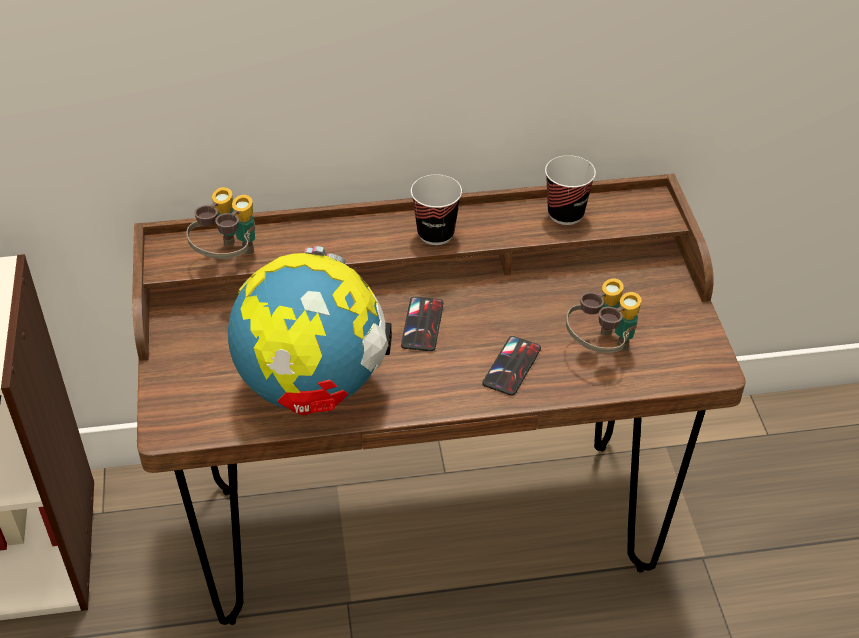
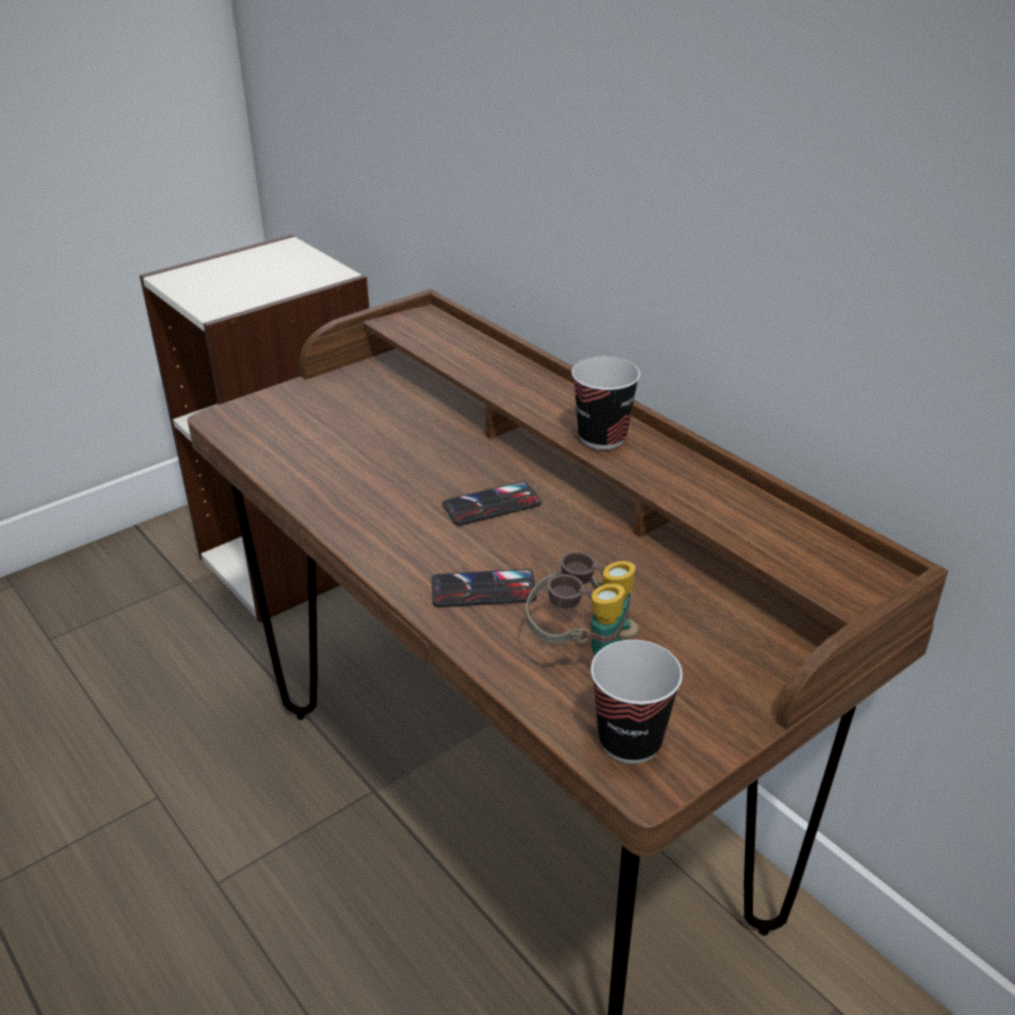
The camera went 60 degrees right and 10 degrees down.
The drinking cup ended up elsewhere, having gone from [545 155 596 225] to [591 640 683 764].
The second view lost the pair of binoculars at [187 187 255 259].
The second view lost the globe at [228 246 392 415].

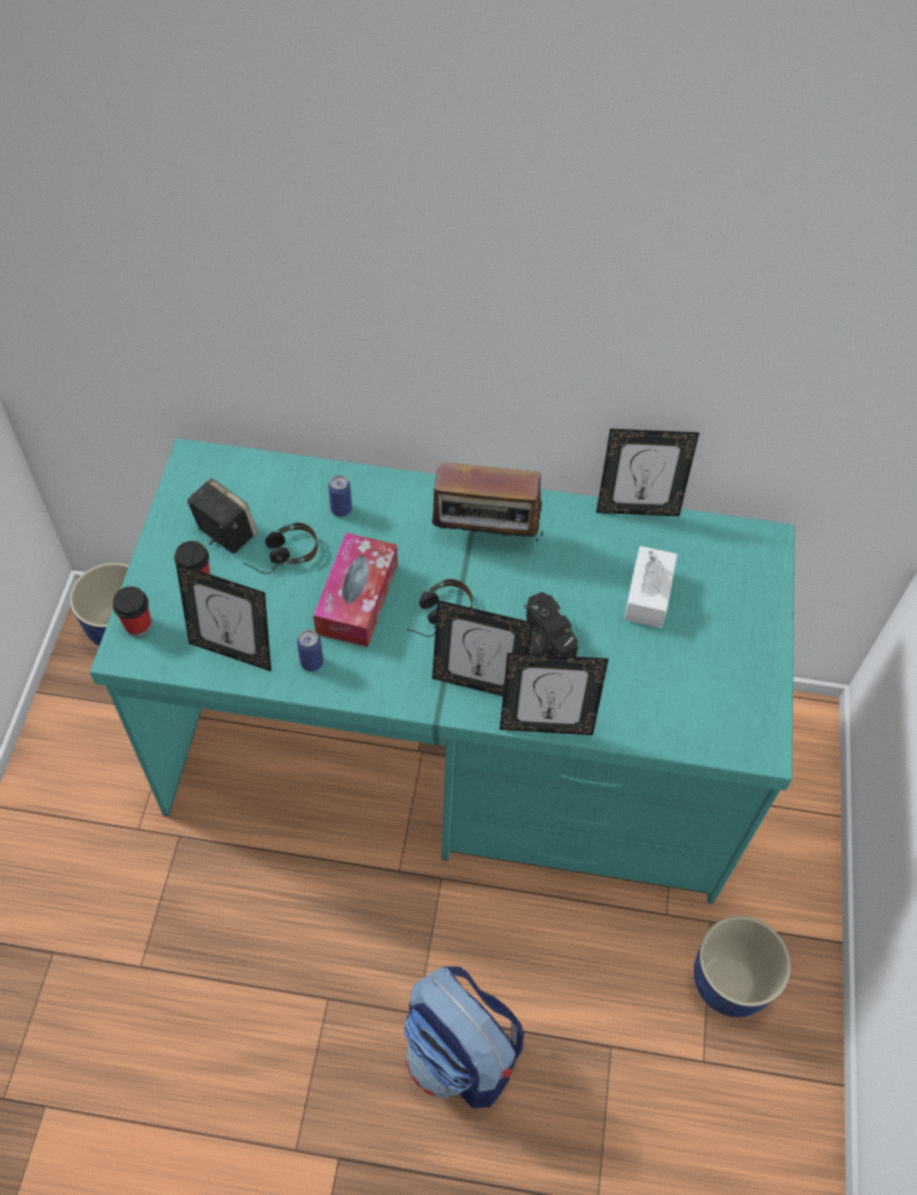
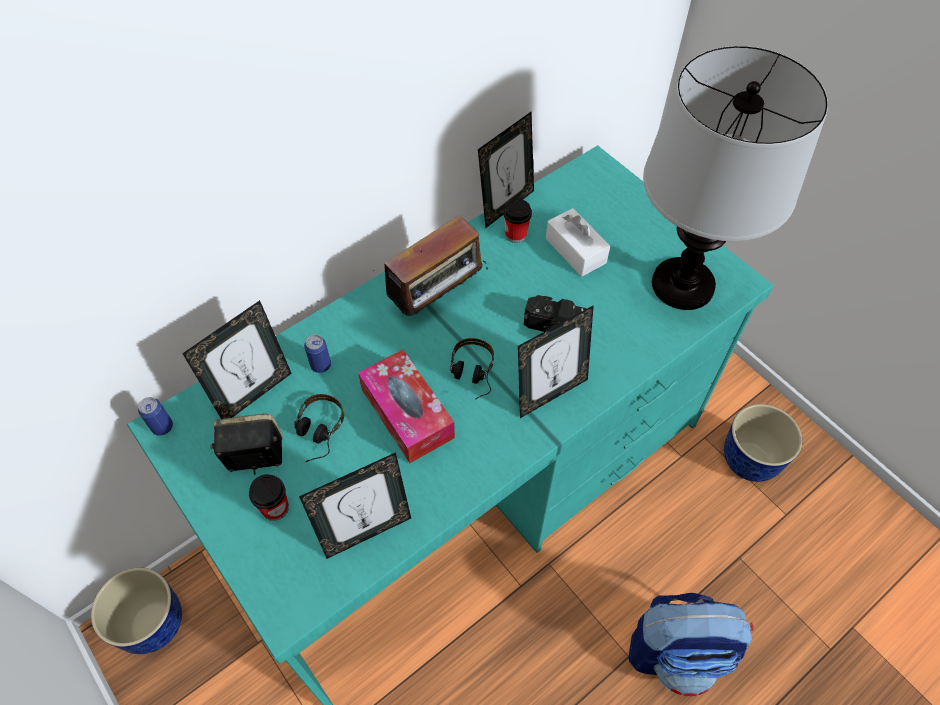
The camera went 45 degrees left and 0 degrees up.
The drinking cup ended up elsewhere, having gone from [113 586 152 636] to [503 199 532 243].
The metal can ended up elsewhere, having gone from [297 630 323 671] to [138 397 173 436].
The picture frame ended up elsewhere, having gone from [499 653 609 735] to [182 300 292 419].
The second view gained the tabletop lamp at [643 46 828 310].

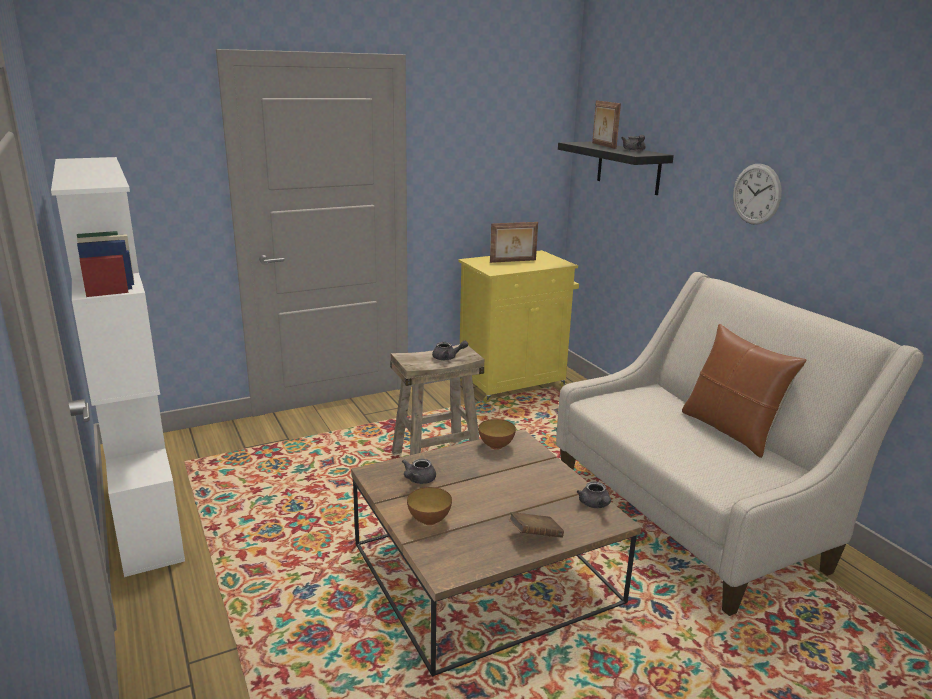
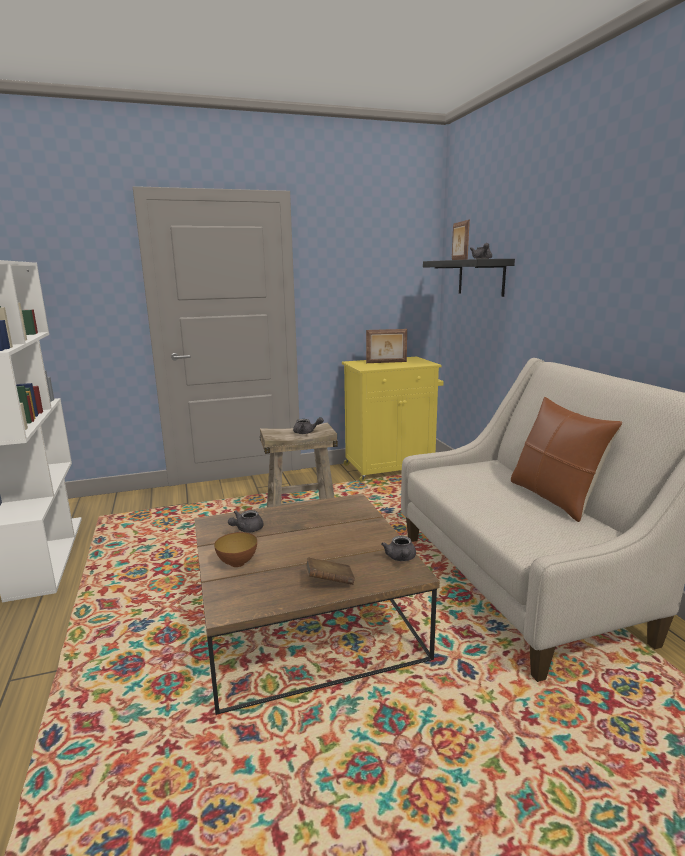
The camera went 10 degrees right and 5 degrees down.
The second view lost the clock on the wall at [733 164 782 225].
The second view lost the deep dish at [478 419 516 450].

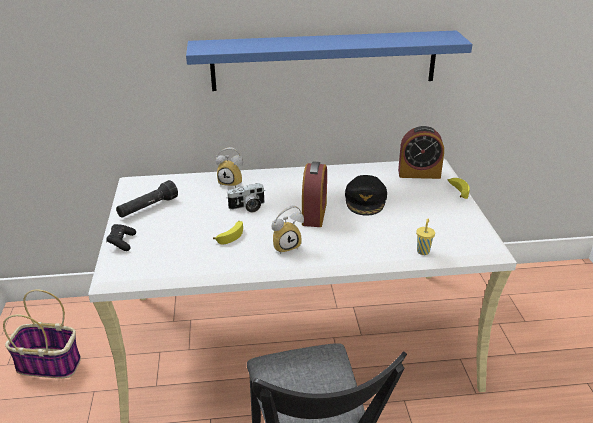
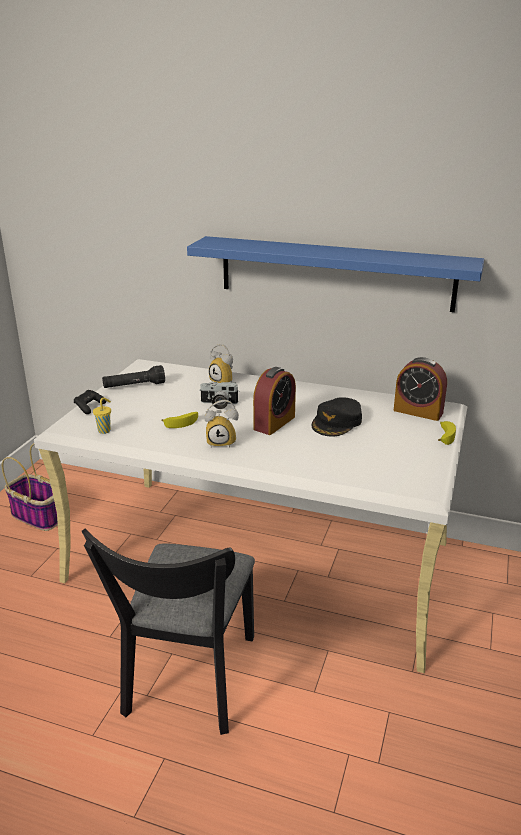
The camera went 25 degrees right and 5 degrees down.
The drinking cup (yellow-coloured) ended up elsewhere, having gone from [416 219 435 255] to [93 397 111 434].

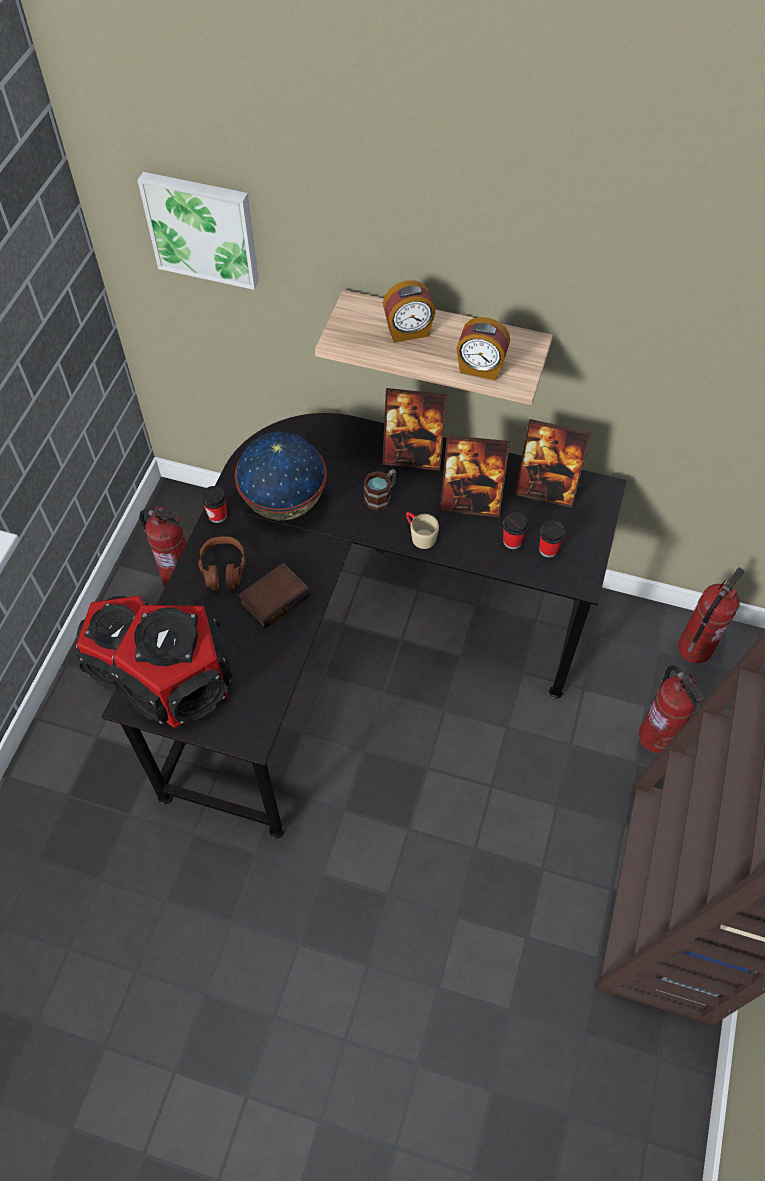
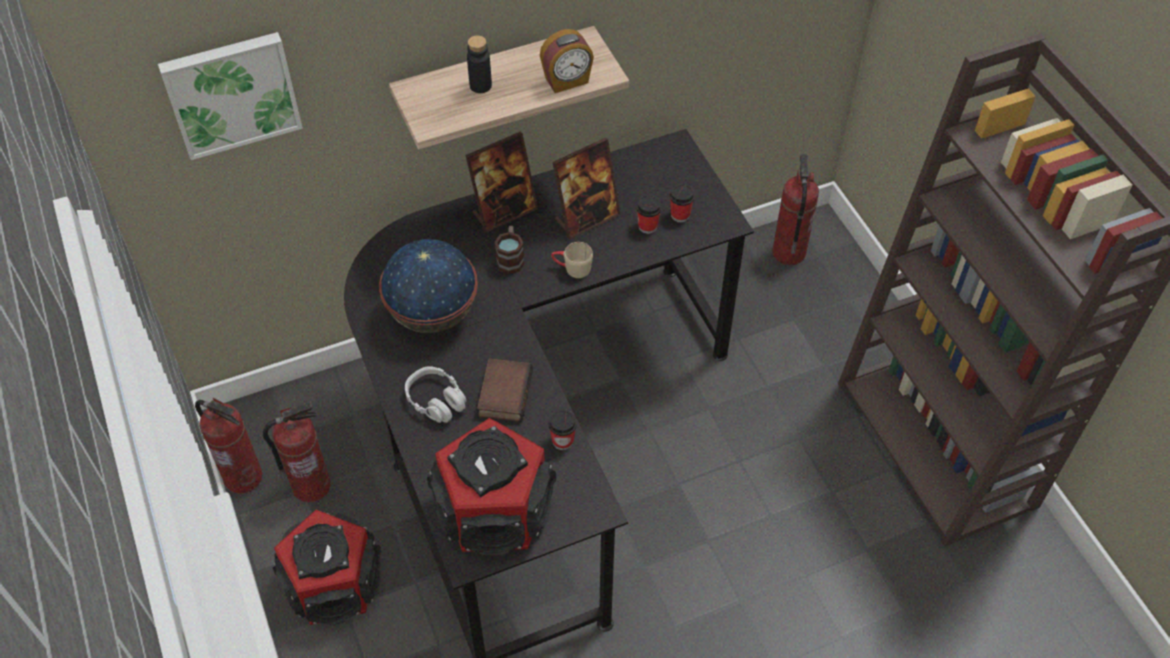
The camera went 40 degrees left and 5 degrees down.
Where the alarm clock stood at [383 280 435 343], the bottle (black-coloured) came to stand at [467 35 492 93].
The second view lost the picture frame at [514 419 591 508].
The drinking cup ended up elsewhere, having gone from [201 486 227 523] to [548 409 577 450].
What was the headset (brown-coloured) at [198 536 246 591] turned into the headset (greyish) at [405 367 467 423].
The fire extinguisher ended up elsewhere, having gone from [639 665 704 753] to [195 398 262 494].

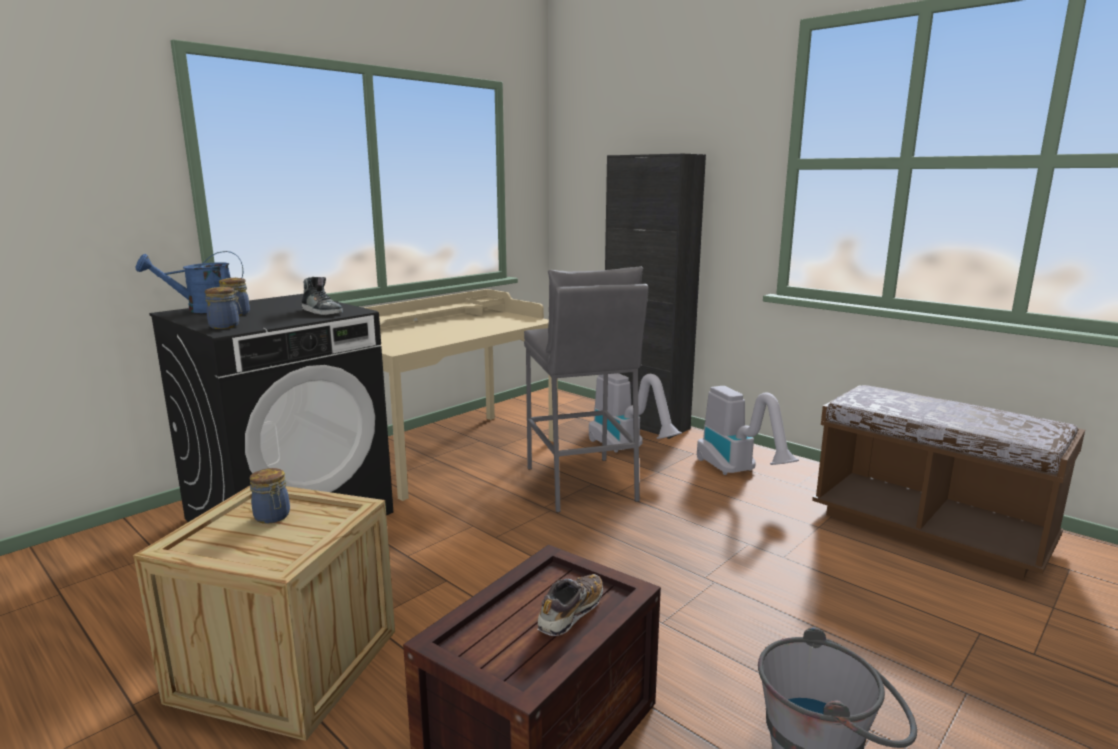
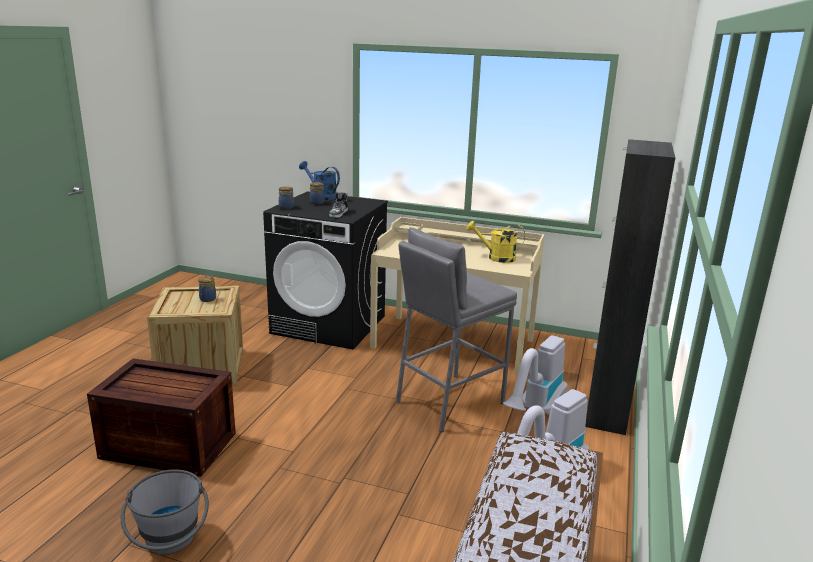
The camera went 65 degrees right and 5 degrees up.
The second view lost the item of footwear at [538 574 603 636].
The second view gained the sprinkling can (yellow-coloured) at [467 221 525 263].

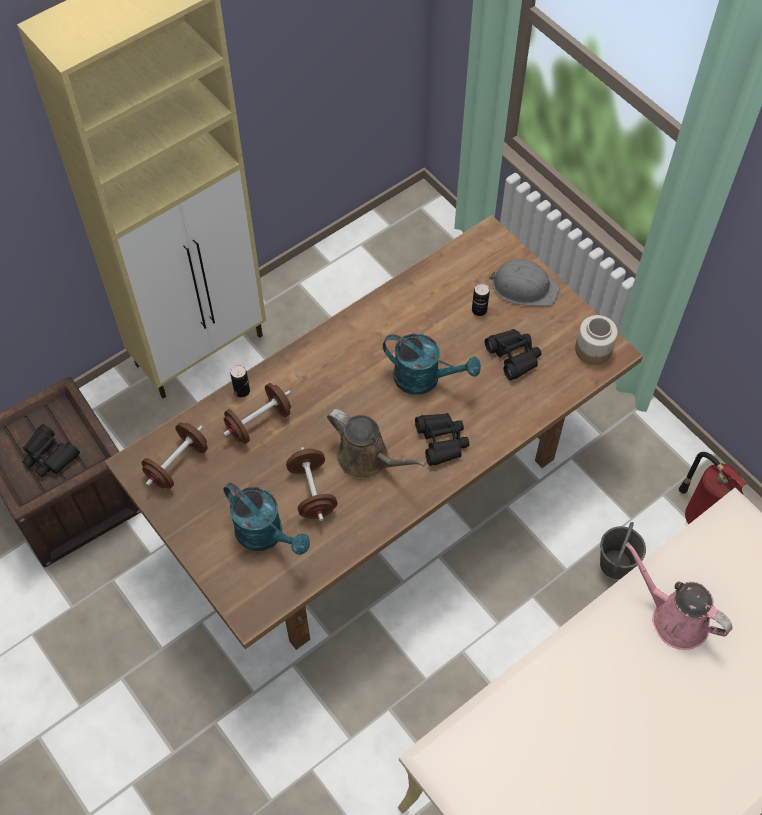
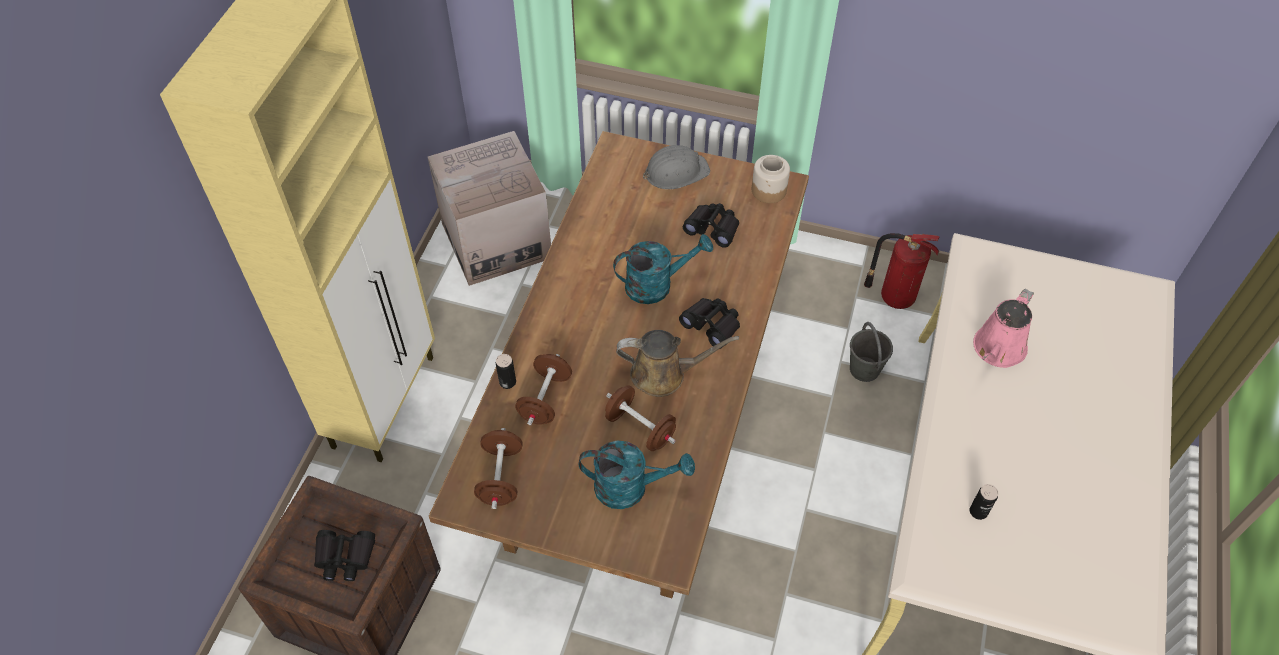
The camera went 35 degrees left and 5 degrees down.
The metal can ended up elsewhere, having gone from [472 283 490 316] to [970 484 998 520].
The sprinkling can (pinkish) at [626 542 732 650] ended up facing another way, 60 degrees counterclockwise from before.
The second view gained the carton at [428 131 551 286].

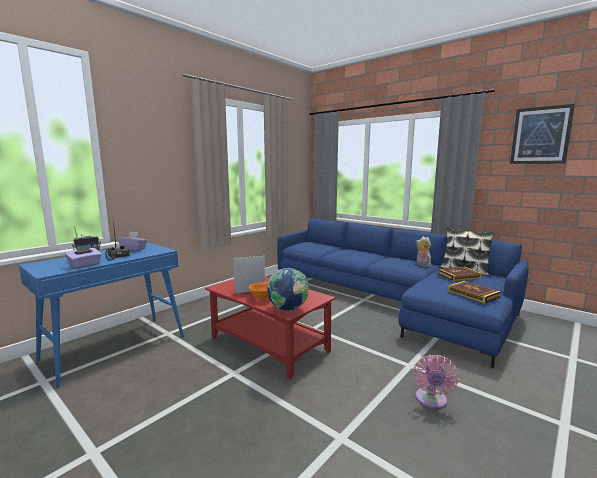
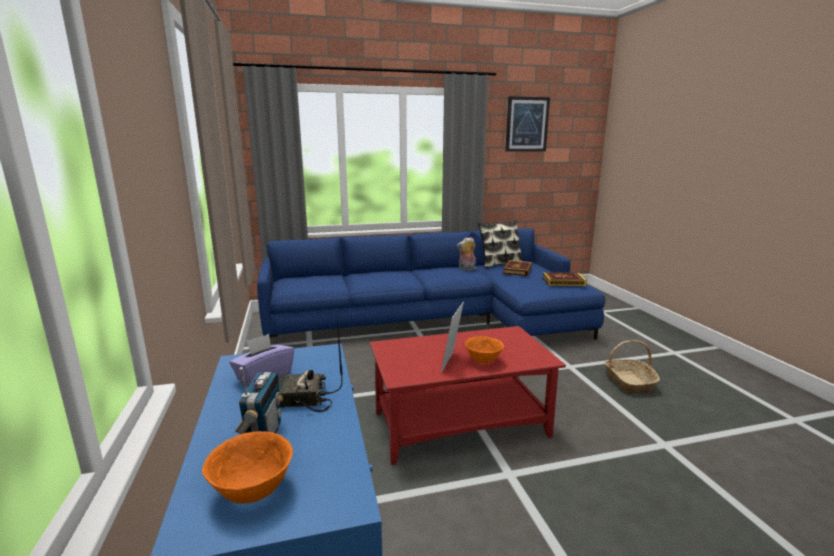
The camera went 55 degrees left and 5 degrees up.
The second view lost the tissue holder (purple) at [65 245 102 269].
The second view lost the globe at [268 268 308 311].
Where the electric fan (pinkish) stood at [413 355 459 409], the basket came to stand at [604 340 660 393].
The second view gained the deep dish (orange-coloured) at [202 431 293 504].

